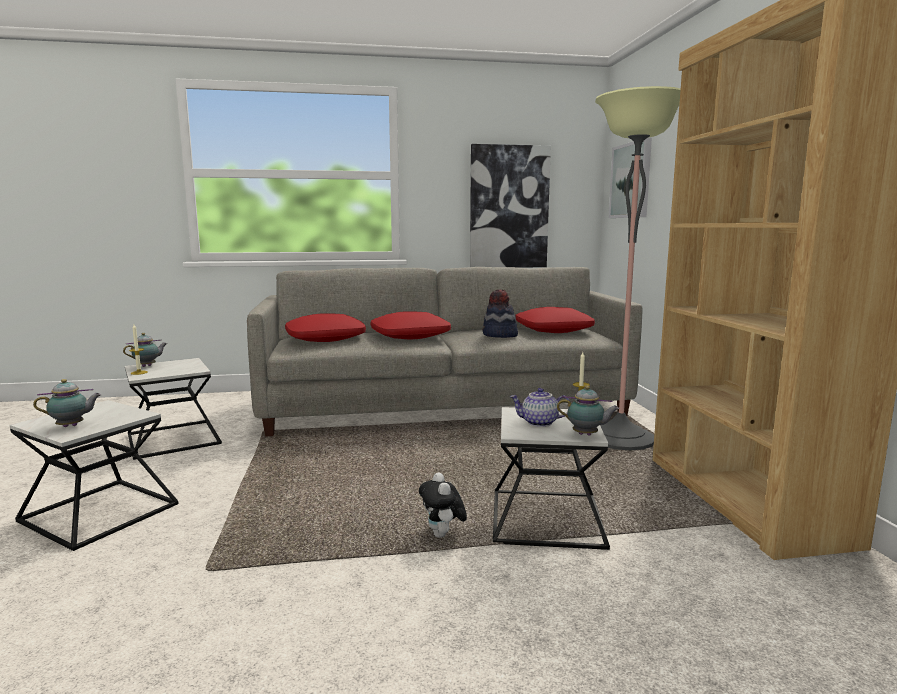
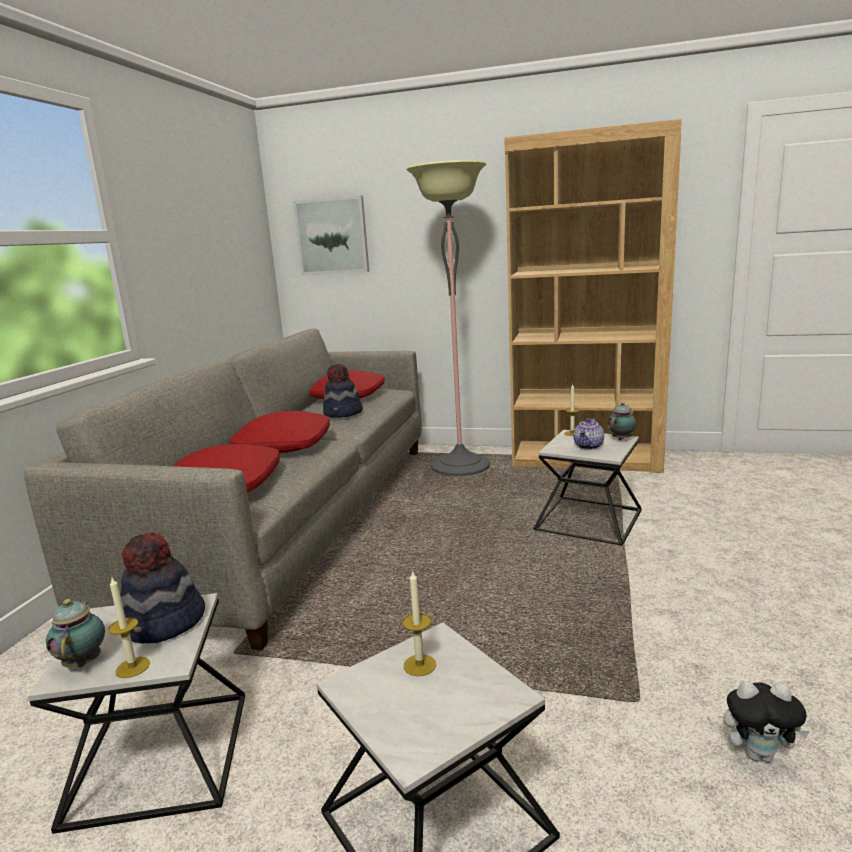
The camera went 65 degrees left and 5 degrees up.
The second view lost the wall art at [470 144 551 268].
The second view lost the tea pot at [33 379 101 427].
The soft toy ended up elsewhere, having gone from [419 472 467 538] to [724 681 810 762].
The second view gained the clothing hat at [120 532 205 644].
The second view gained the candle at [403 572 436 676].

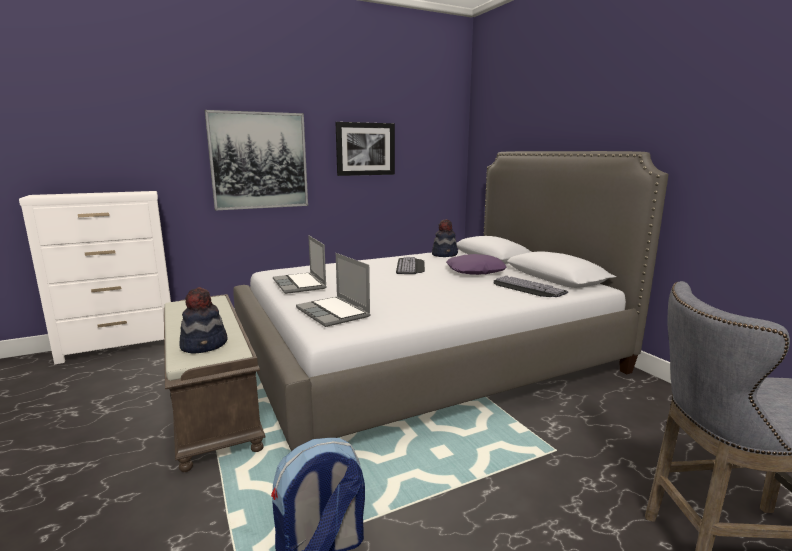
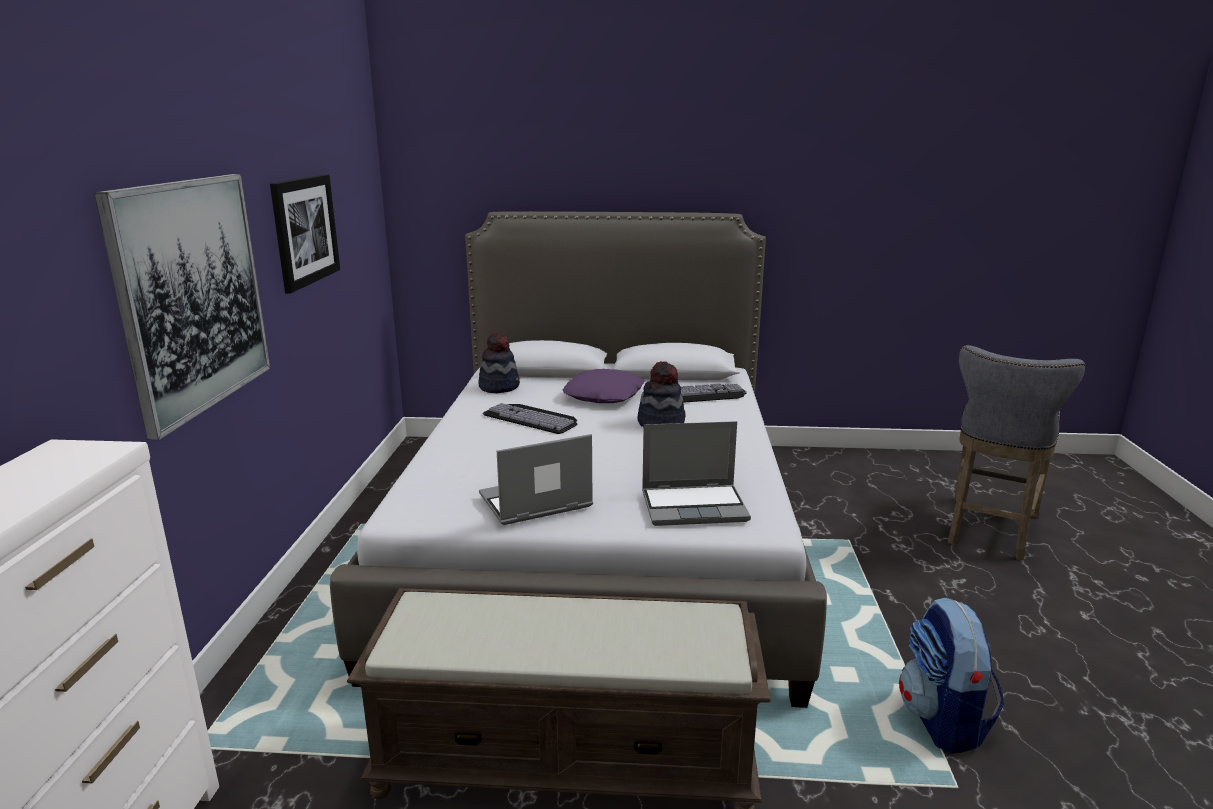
The camera went 60 degrees left and 5 degrees up.
The laptop at [273 235 327 294] ended up facing another way, 150 degrees clockwise from before.
The clothing hat ended up elsewhere, having gone from [179 287 227 354] to [638 361 686 427].

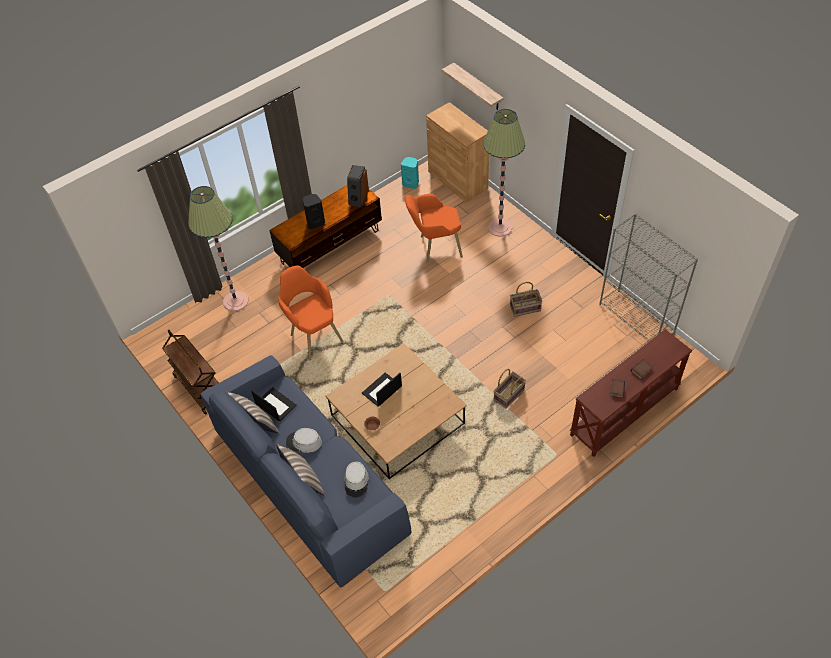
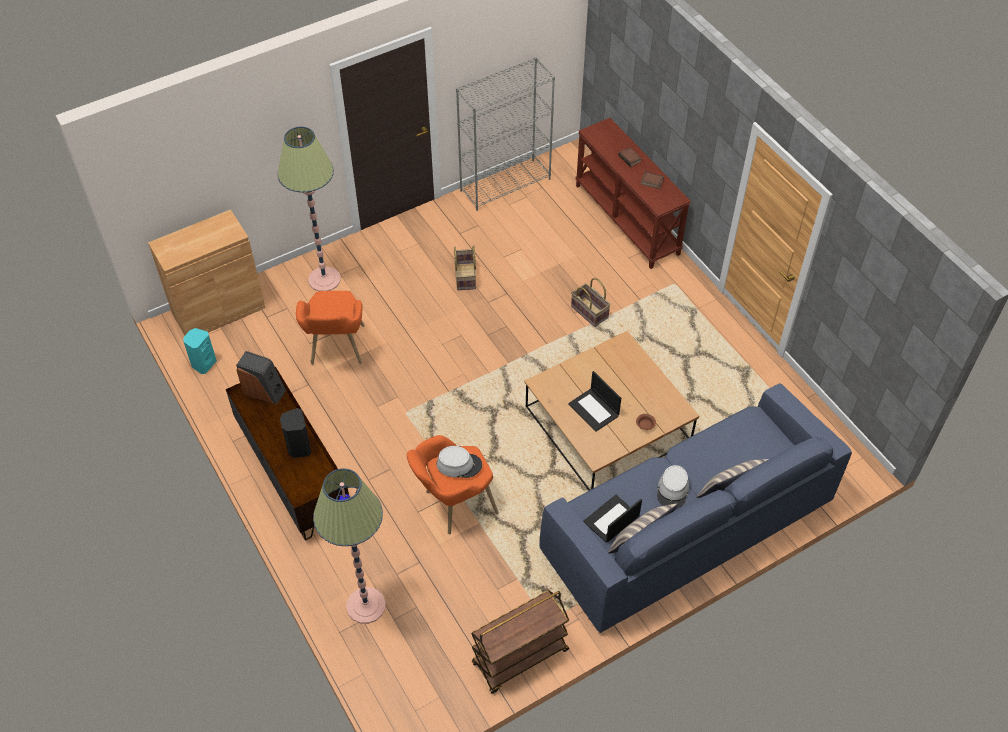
The camera went 85 degrees left and 0 degrees up.
The second view lost the shelf at [442 63 504 110].
The clothing hat (greyish) ended up elsewhere, having gone from [344 461 369 498] to [436 446 482 478].

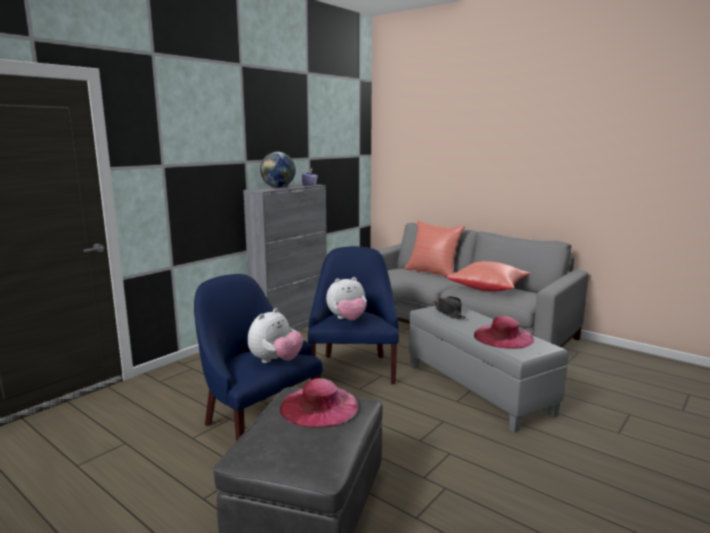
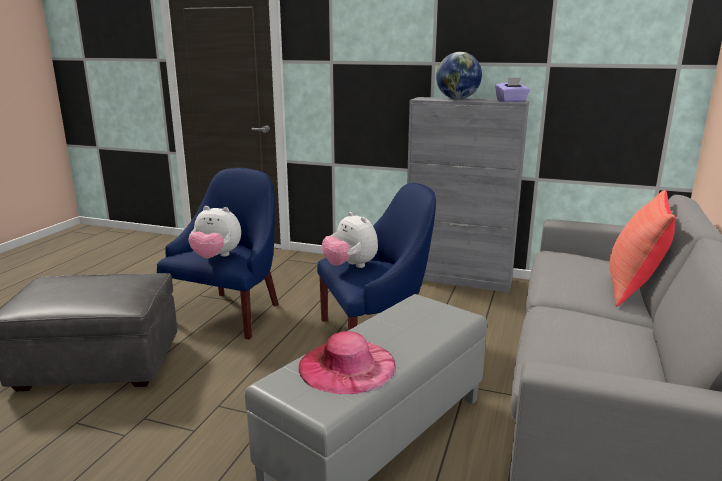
The camera went 70 degrees right and 5 degrees up.
The second view lost the throw pillow (reddish) at [447 261 531 292].
The second view lost the clothing hat (black-coloured) at [433 296 466 319].
The second view lost the clothing hat (pinkish) at [280 378 358 428].

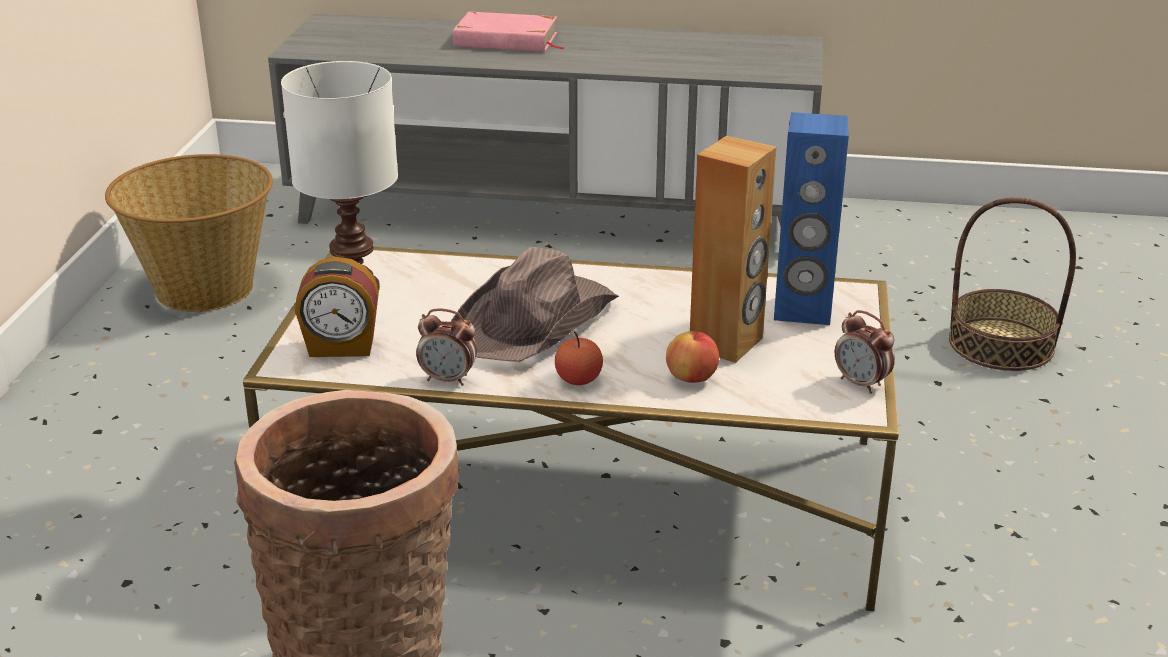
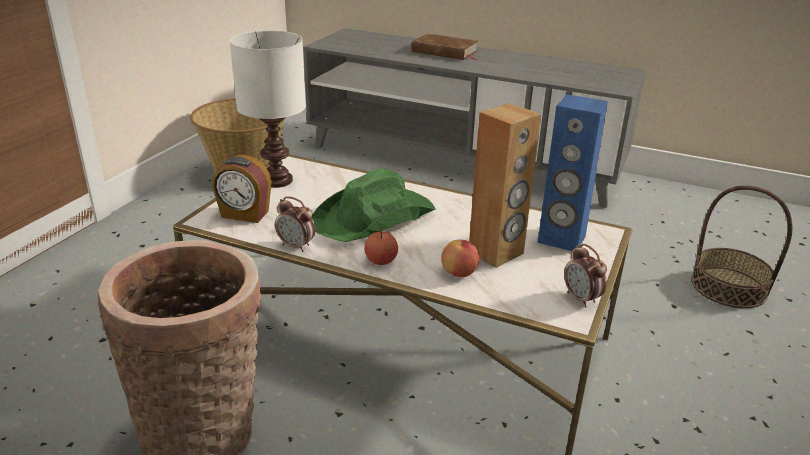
The camera went 15 degrees right and 0 degrees up.
What was the volume (pinkish) at [453 12 564 52] turned into the volume (brown-coloured) at [411 33 478 60].
What was the clothing hat (brown-coloured) at [451 247 619 362] turned into the clothing hat (green-coloured) at [312 168 436 242].

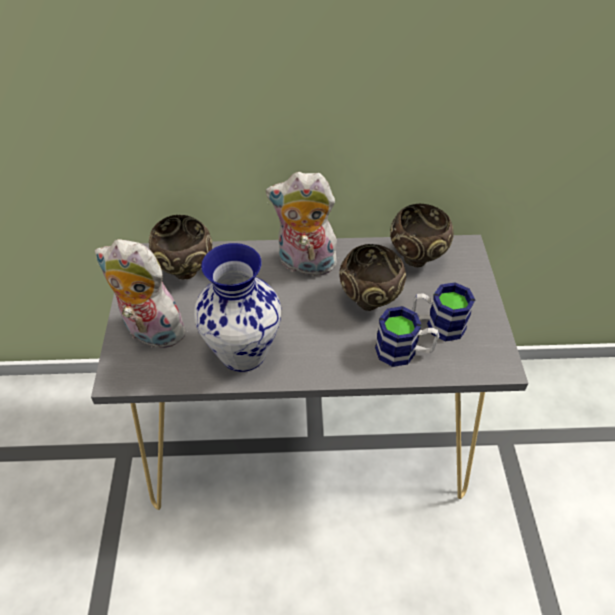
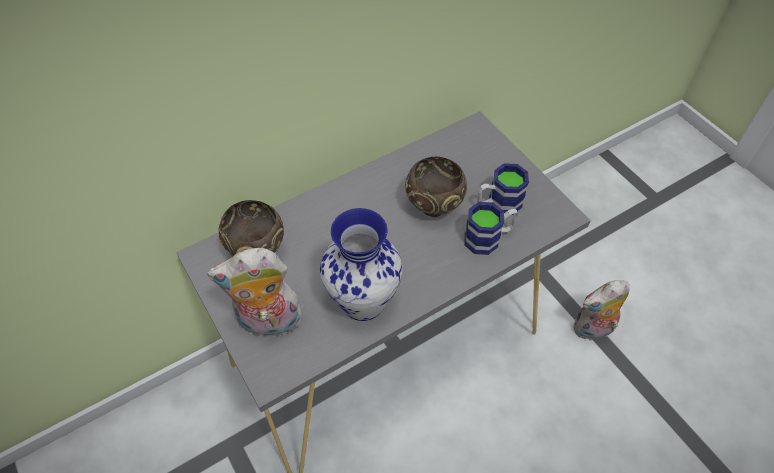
The camera went 30 degrees left and 5 degrees up.
The soft toy ended up elsewhere, having gone from [266 172 340 280] to [574 280 629 341].
The second view lost the deep dish (brown-coloured) at [390 204 454 267].

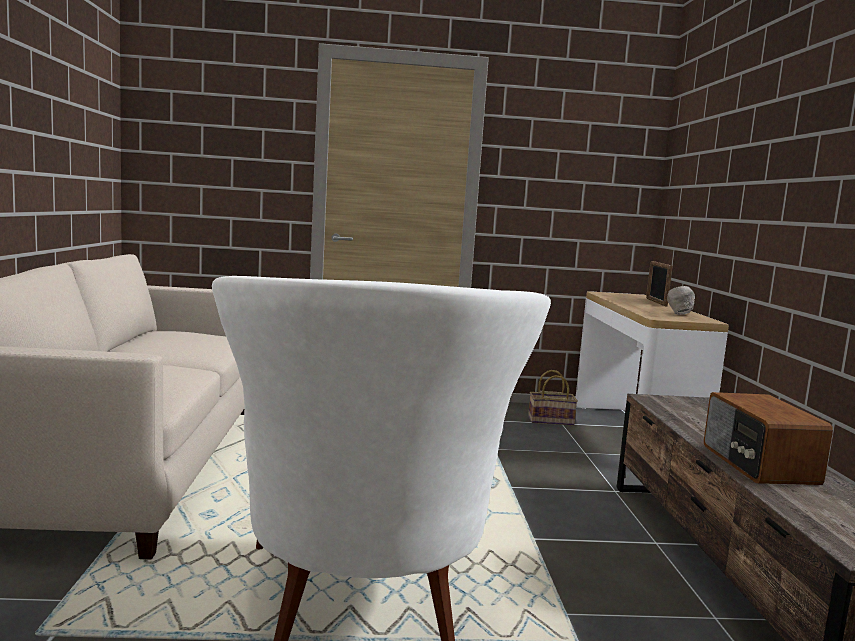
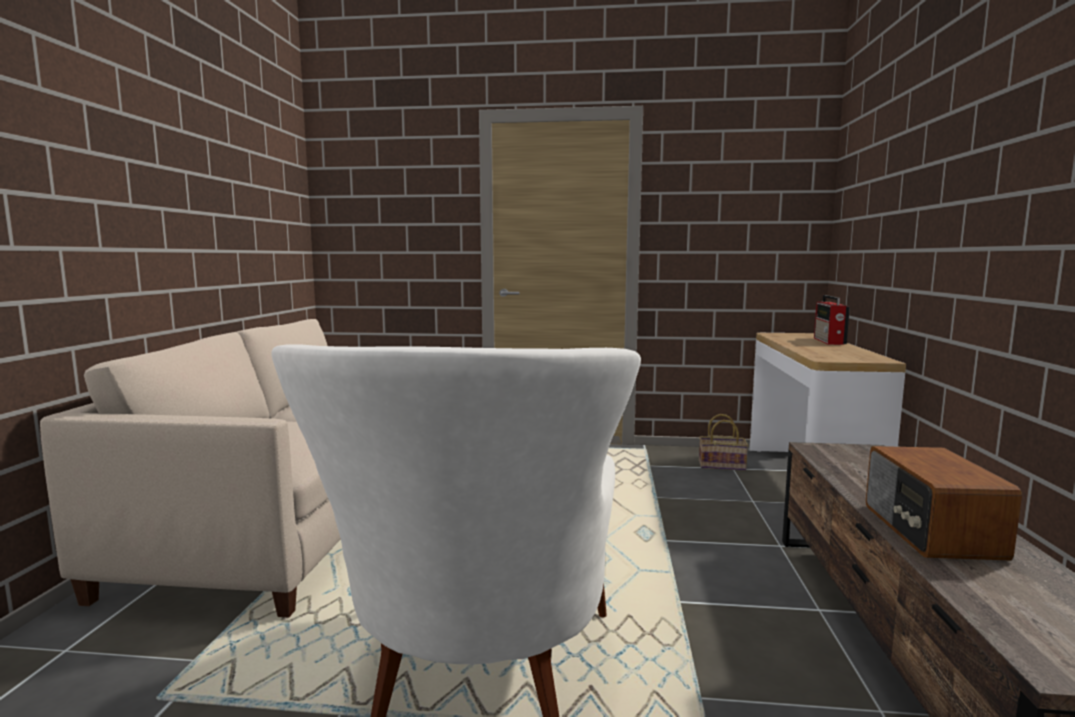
The camera went 10 degrees right and 0 degrees up.
Where the picture frame stood at [646 261 672 307], the radio set came to stand at [814 295 850 345].
The second view lost the deep dish (greyish) at [667 286 695 315].

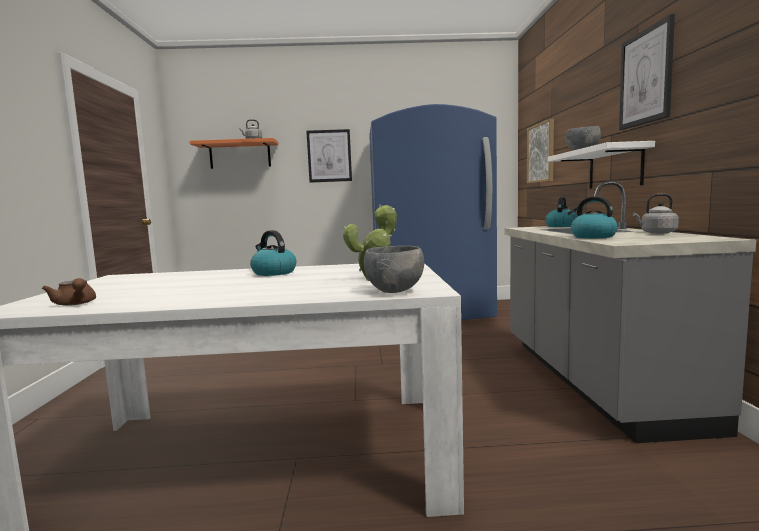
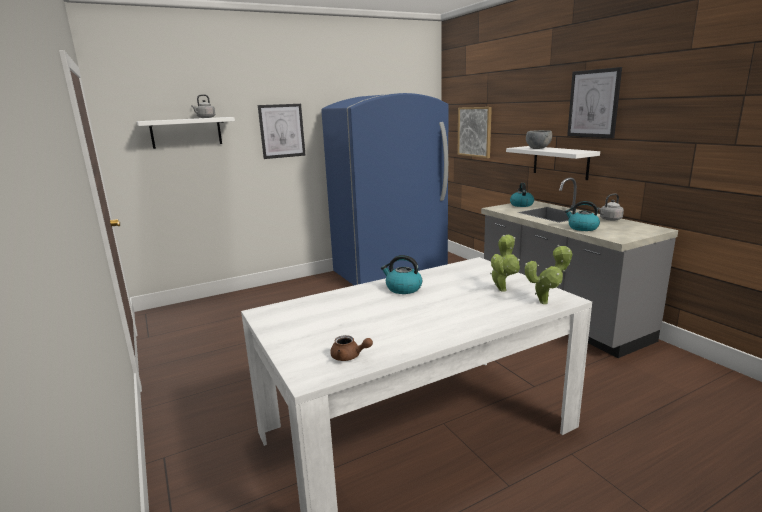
The camera went 25 degrees left and 10 degrees up.
What was the shelf (orange-coloured) at [190 138 279 169] turned into the shelf (white) at [137 117 235 149].
Where the deep dish (greyish) stood at [364 246 424 293], the potted plant came to stand at [525 245 573 304].

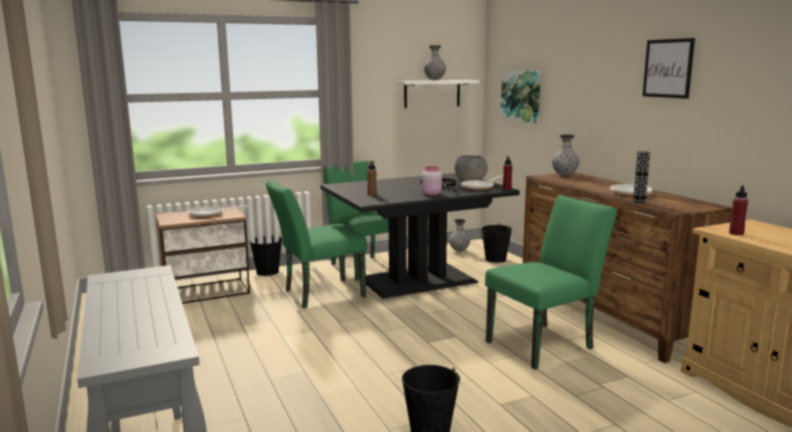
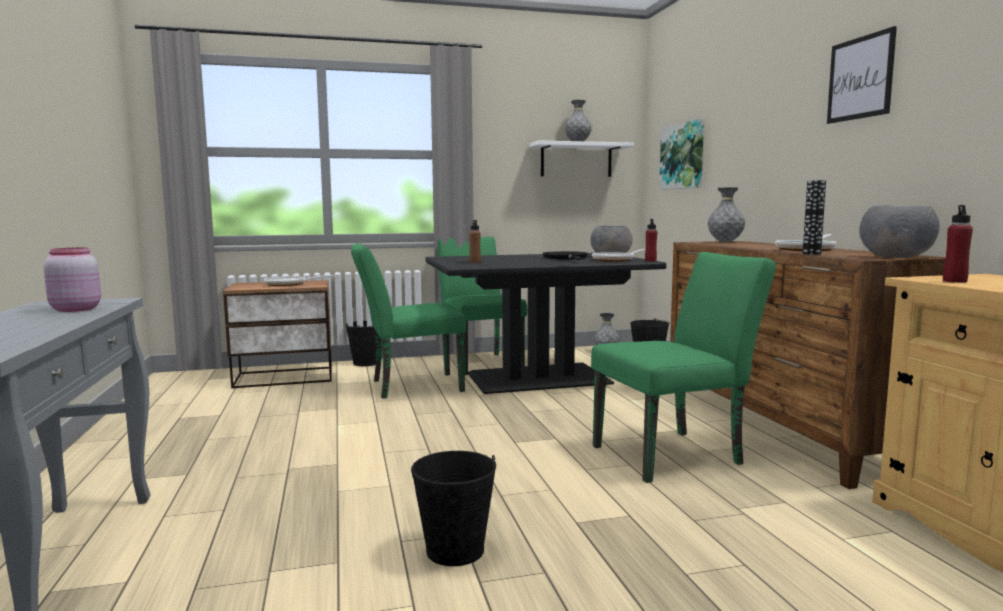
The camera went 10 degrees right and 5 degrees down.
The jar (pinkish) ended up elsewhere, having gone from [422 166 442 196] to [43 248 101 312].
The second view gained the deep dish (greyish) at [859 205 940 258].

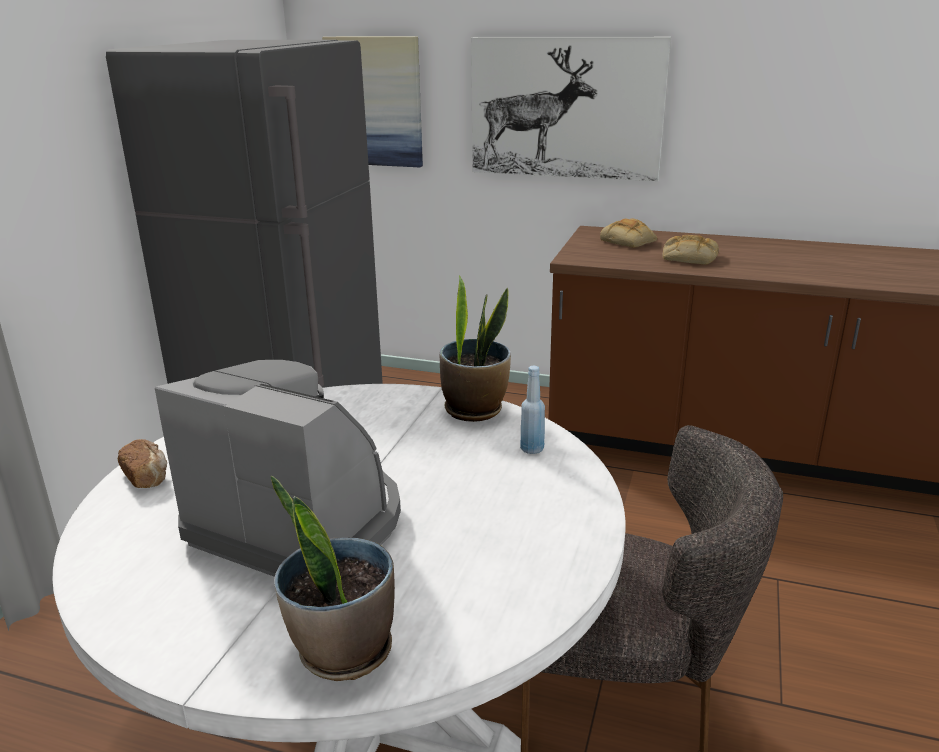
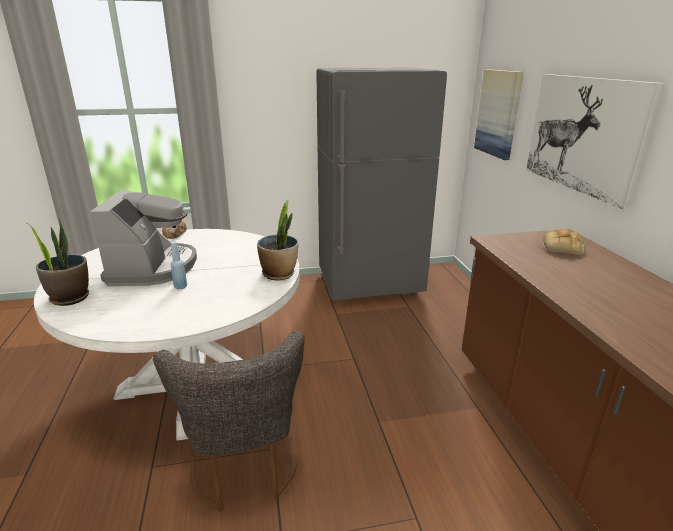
The camera went 60 degrees right and 0 degrees up.
The second view lost the bread at [662 235 719 265].
The bottle (blue-coloured) ended up elsewhere, having gone from [520 366 545 454] to [171 241 187 289].

